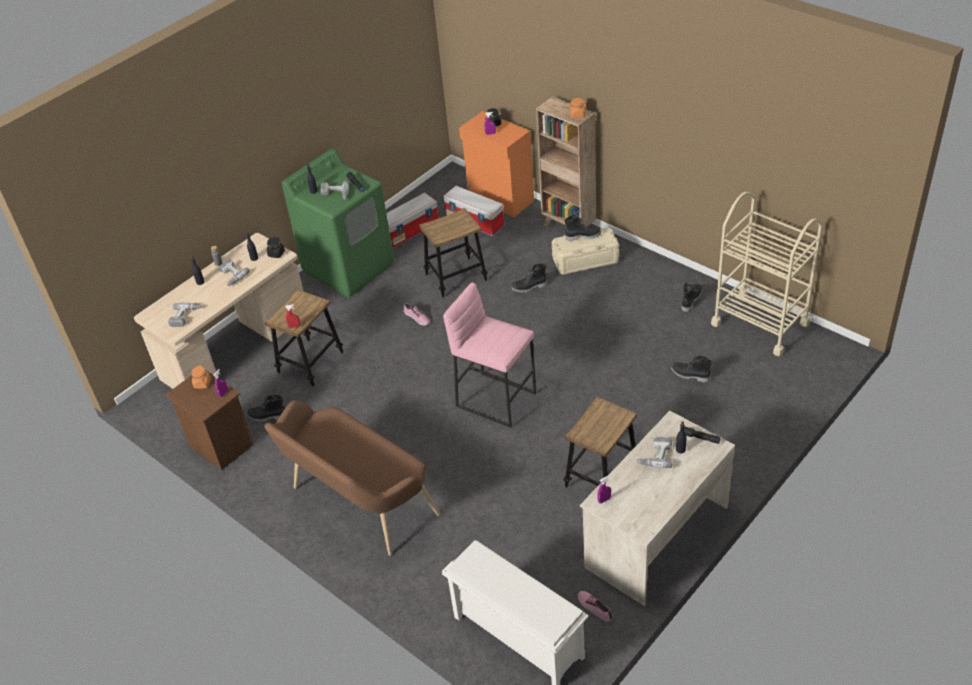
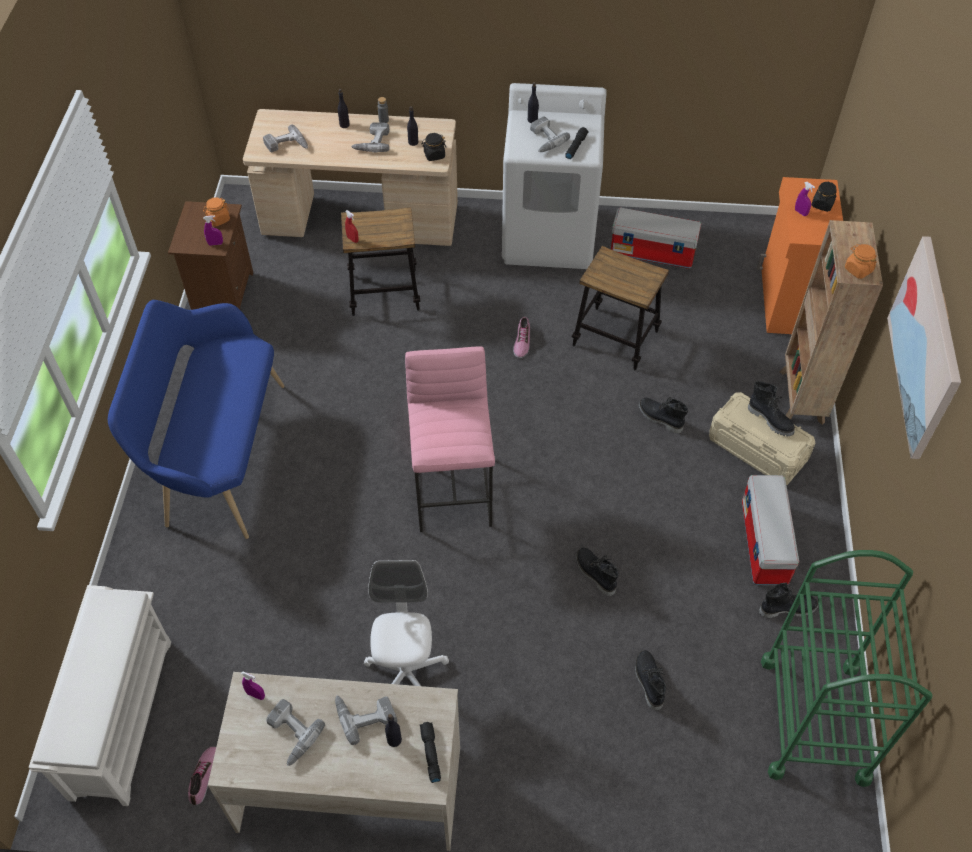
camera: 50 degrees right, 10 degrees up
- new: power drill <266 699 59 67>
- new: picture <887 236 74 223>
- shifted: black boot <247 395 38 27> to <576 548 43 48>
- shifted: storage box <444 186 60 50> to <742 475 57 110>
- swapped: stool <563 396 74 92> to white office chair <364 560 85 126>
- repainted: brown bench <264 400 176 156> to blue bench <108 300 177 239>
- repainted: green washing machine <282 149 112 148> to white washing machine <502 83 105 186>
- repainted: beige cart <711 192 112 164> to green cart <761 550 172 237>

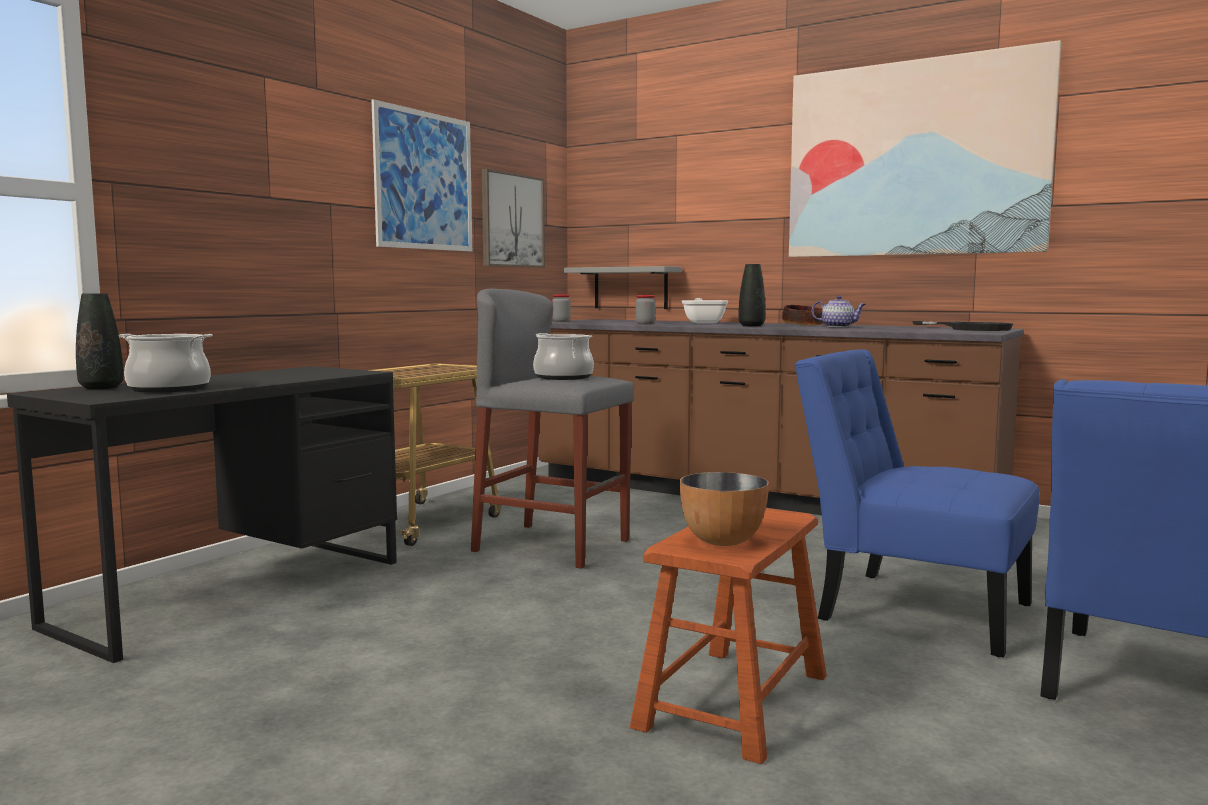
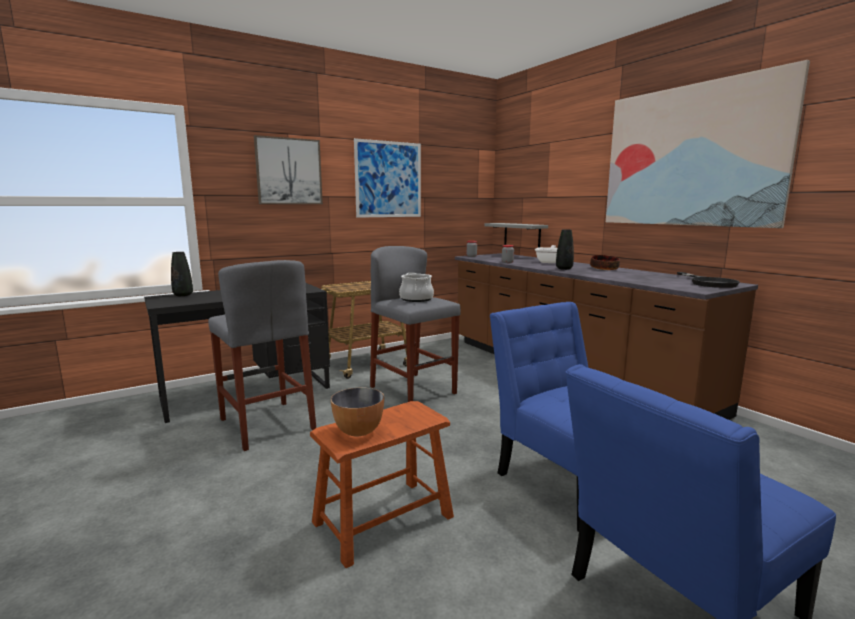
camera: 25 degrees right, 5 degrees up
- gone: cooking pot <118 334 94 59>
- gone: teapot <812 295 54 32>
- new: grey stool <208 260 108 191>
- shifted: picture <482 169 63 99> to <254 135 69 69>

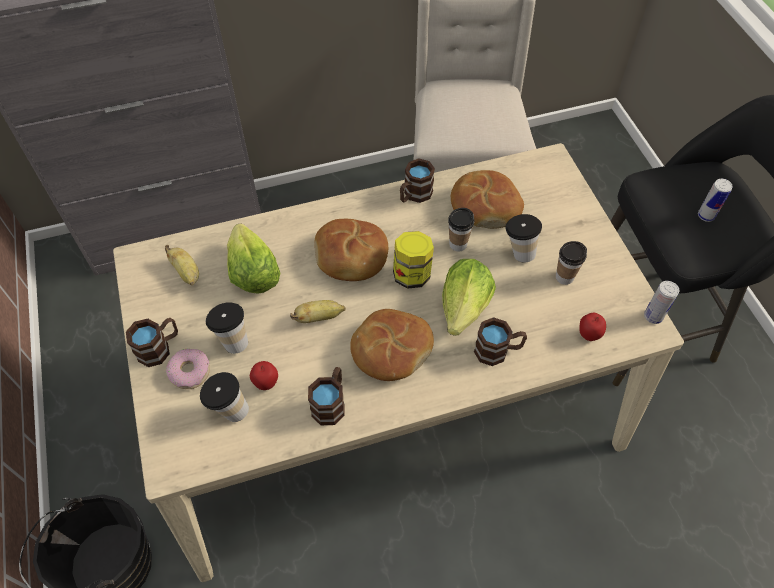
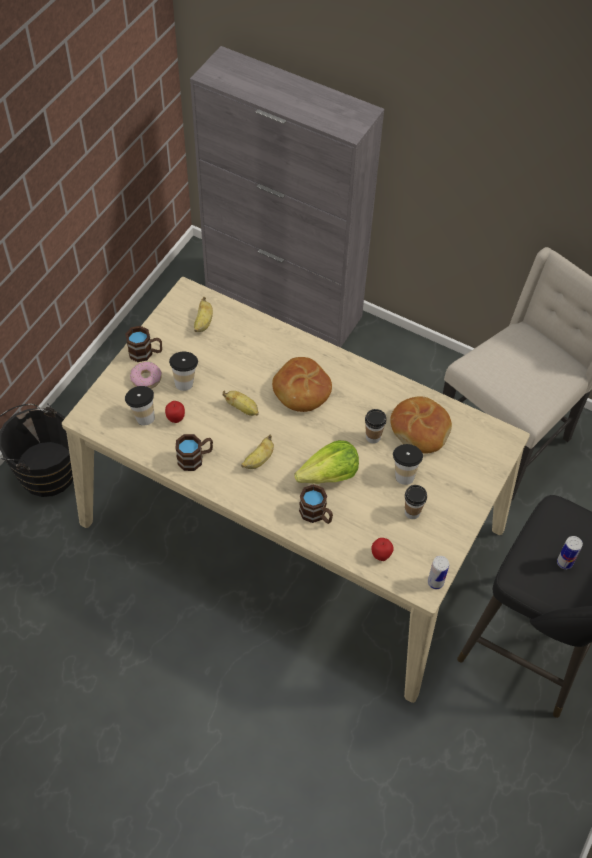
camera: 45 degrees right, 0 degrees up
- gone: lettuce <227 223 53 71>
- gone: jar <393 231 41 58>
- gone: brown mug <400 158 35 45>
- swapped: bread <350 309 84 72> to banana <241 435 33 34>

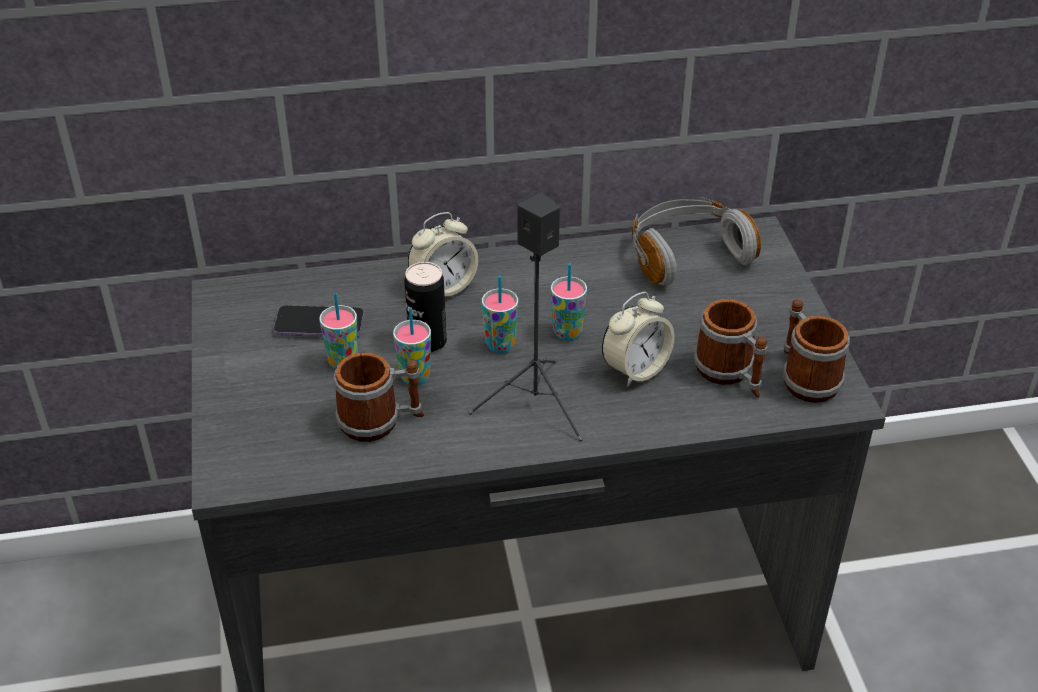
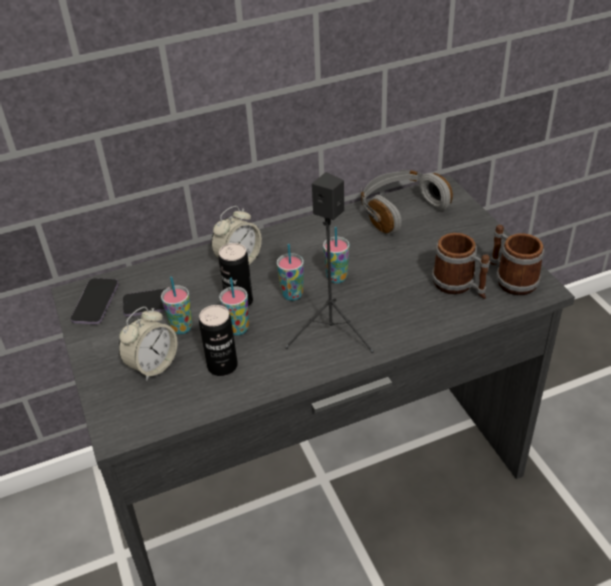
camera: 10 degrees left, 0 degrees up
- new: phone <70 278 49 46>
- shifted: alarm clock <602 291 72 96> to <118 306 60 75>
- swapped: mug <333 353 91 89> to can <199 305 39 71>

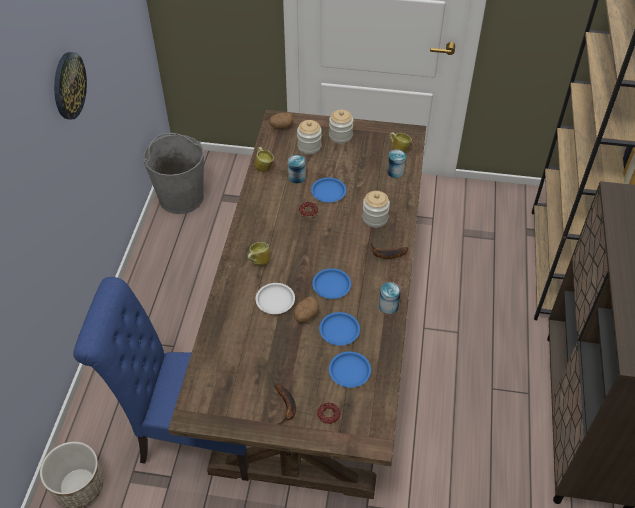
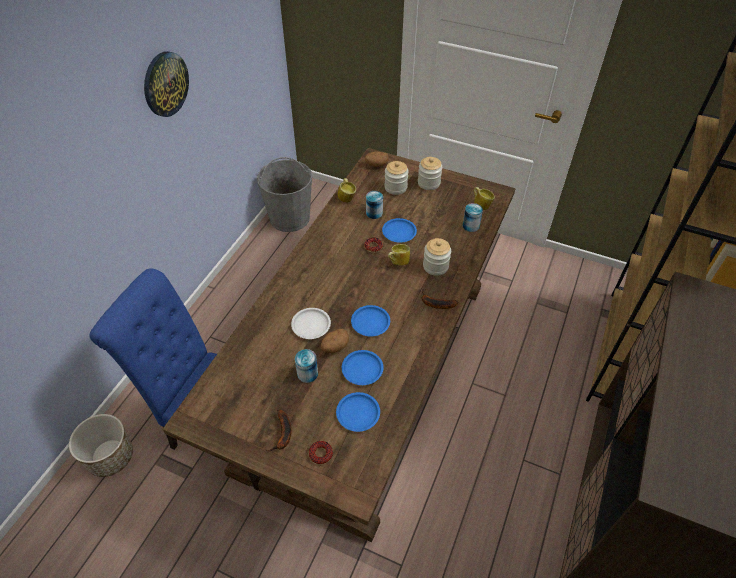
camera: 15 degrees right, 0 degrees up
- shifted: mug <248 242 22 23> to <388 244 22 22>
- shifted: can <379 282 22 32> to <295 349 23 34>

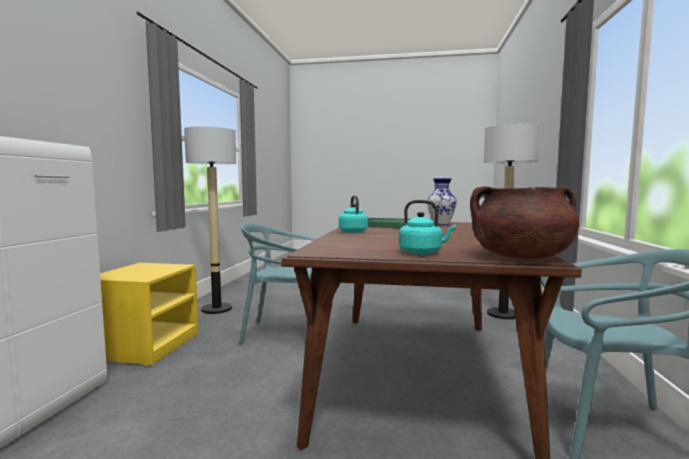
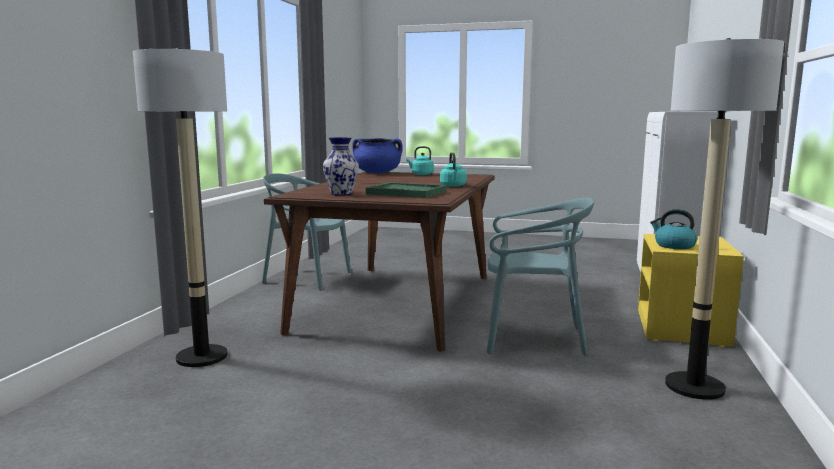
camera: 175 degrees left, 5 degrees up
- new: kettle <650 209 47 40>
- repainted: brown cooking pot <470 186 109 73> to blue cooking pot <352 138 51 35>

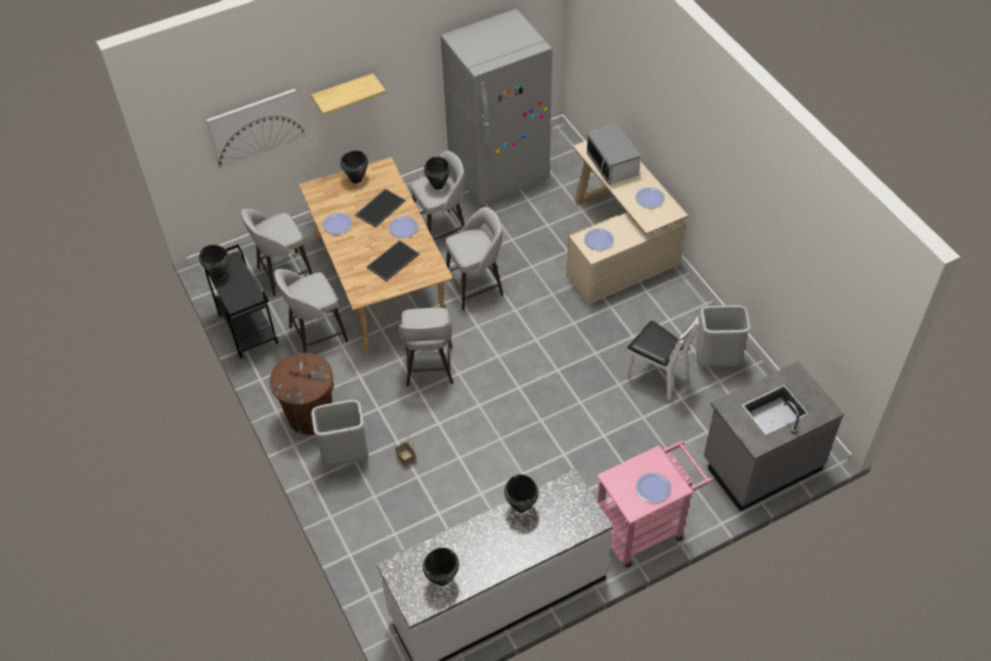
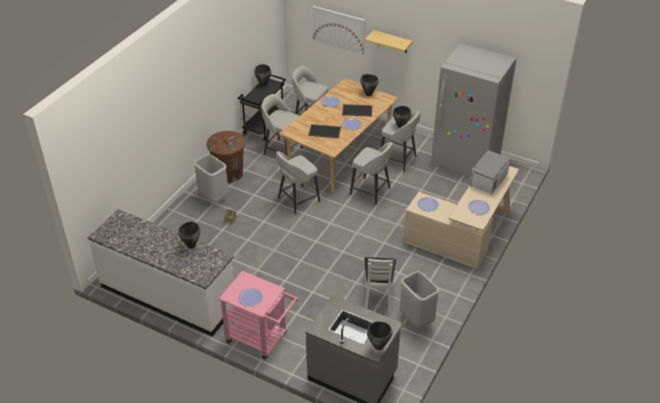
camera: 55 degrees right, 10 degrees down
- shifted: black cooking pot <423 547 36 39> to <367 321 26 29>

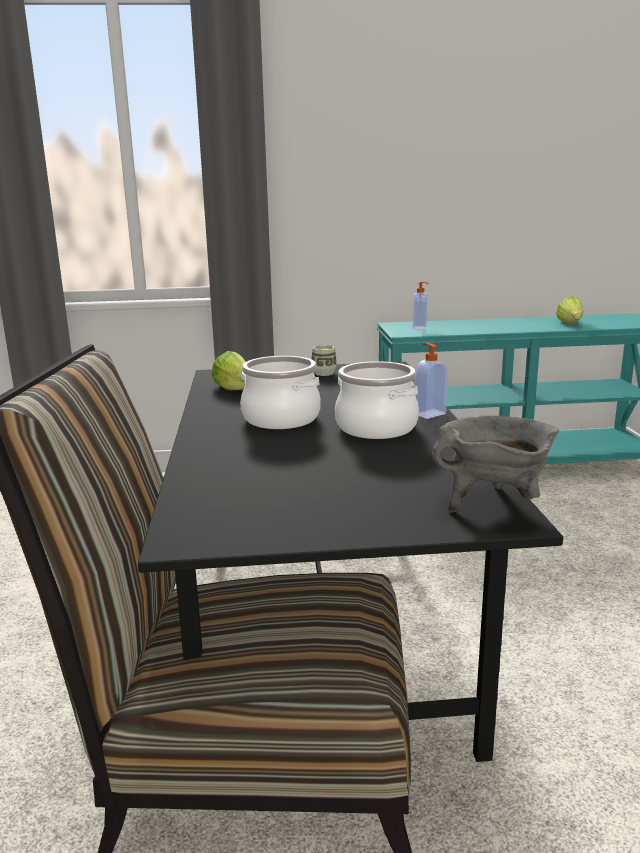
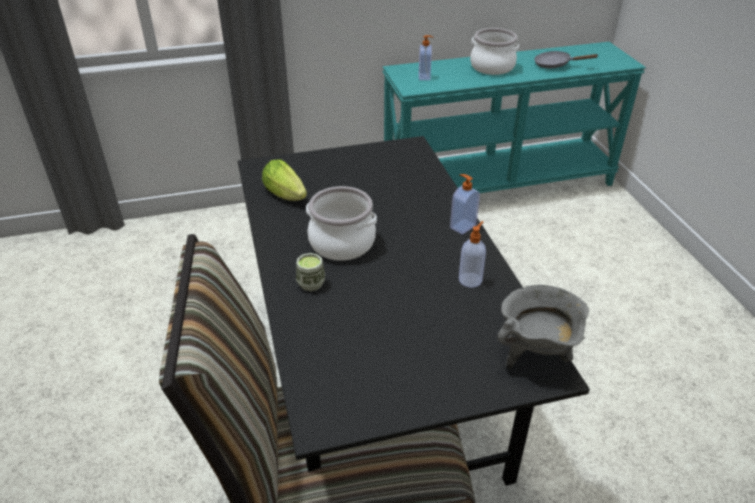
camera: 10 degrees left, 20 degrees up
- new: soap dispenser <459 221 27 66>
- shifted: cup <312 345 25 31> to <296 253 29 39>
- shifted: cooking pot <335 361 84 78> to <470 28 49 47>
- swapped: lettuce <556 296 28 28> to grey frying pan <534 51 65 17>

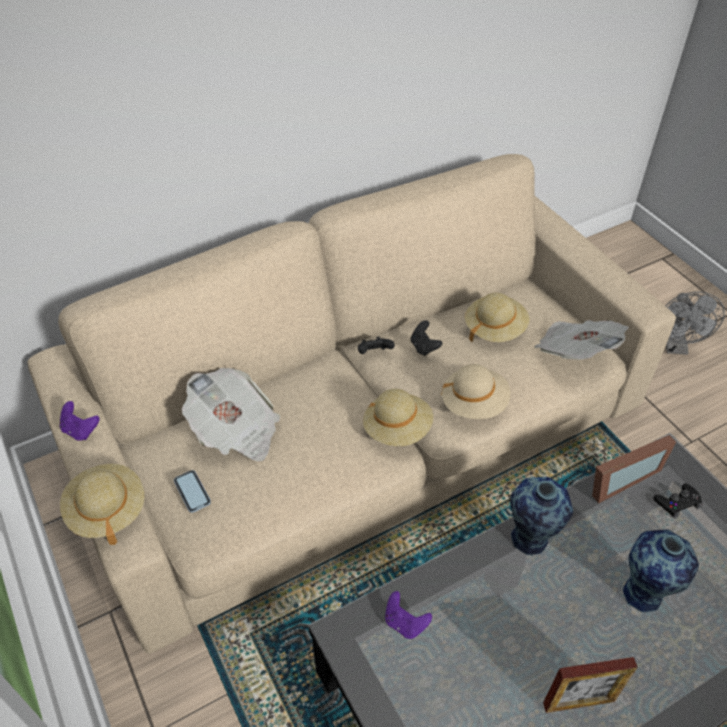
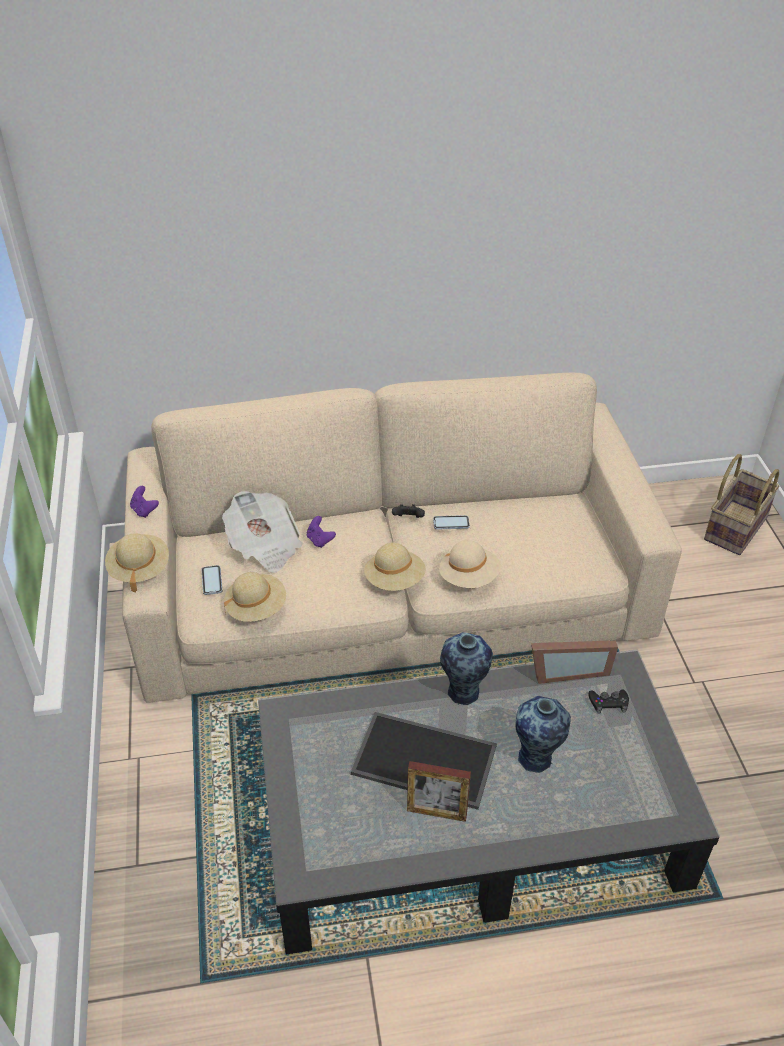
camera: 20 degrees right, 5 degrees down
- gone: newspaper <534 320 95 40>
- gone: grey fan <666 292 59 63>
- new: tray <351 712 146 98>
- new: basket <704 454 75 101>
- shifted: purple game controller <385 591 47 48> to <307 516 29 32>
- shifted: beige hat <465 293 65 49> to <224 572 62 50>
- swapped: black game controller <411 320 31 36> to phone <433 515 37 15>

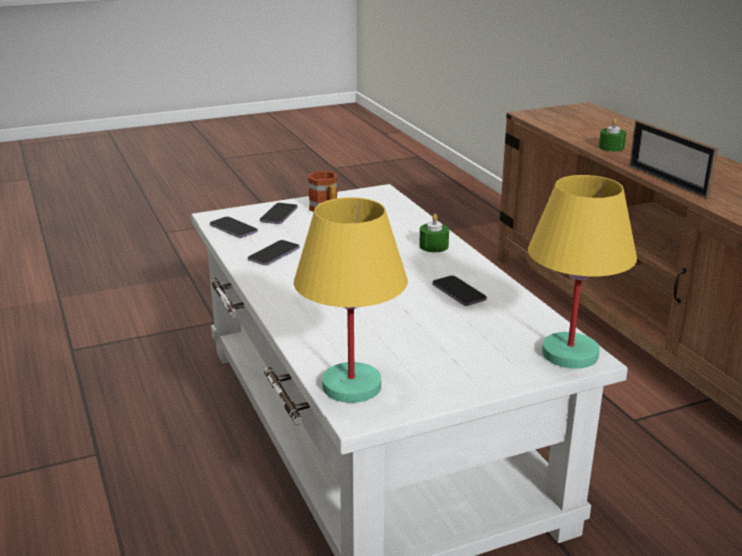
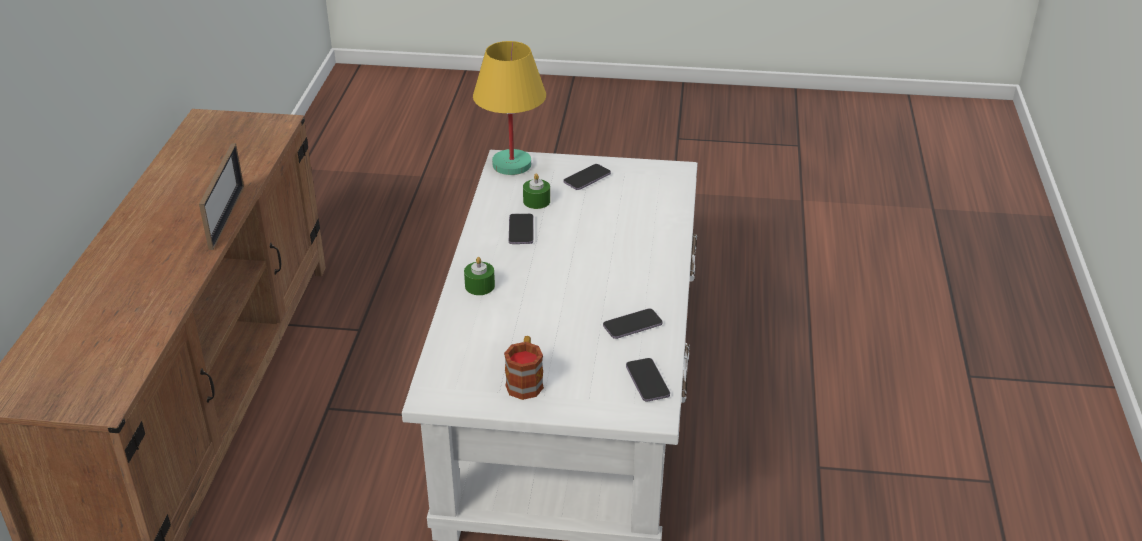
camera: 150 degrees left, 10 degrees up
- gone: yellow table lamp <294 197 114 206>
- shifted: phone <260 203 38 21> to <564 164 47 26>
- shifted: green candle <599 118 27 34> to <523 174 27 35>

